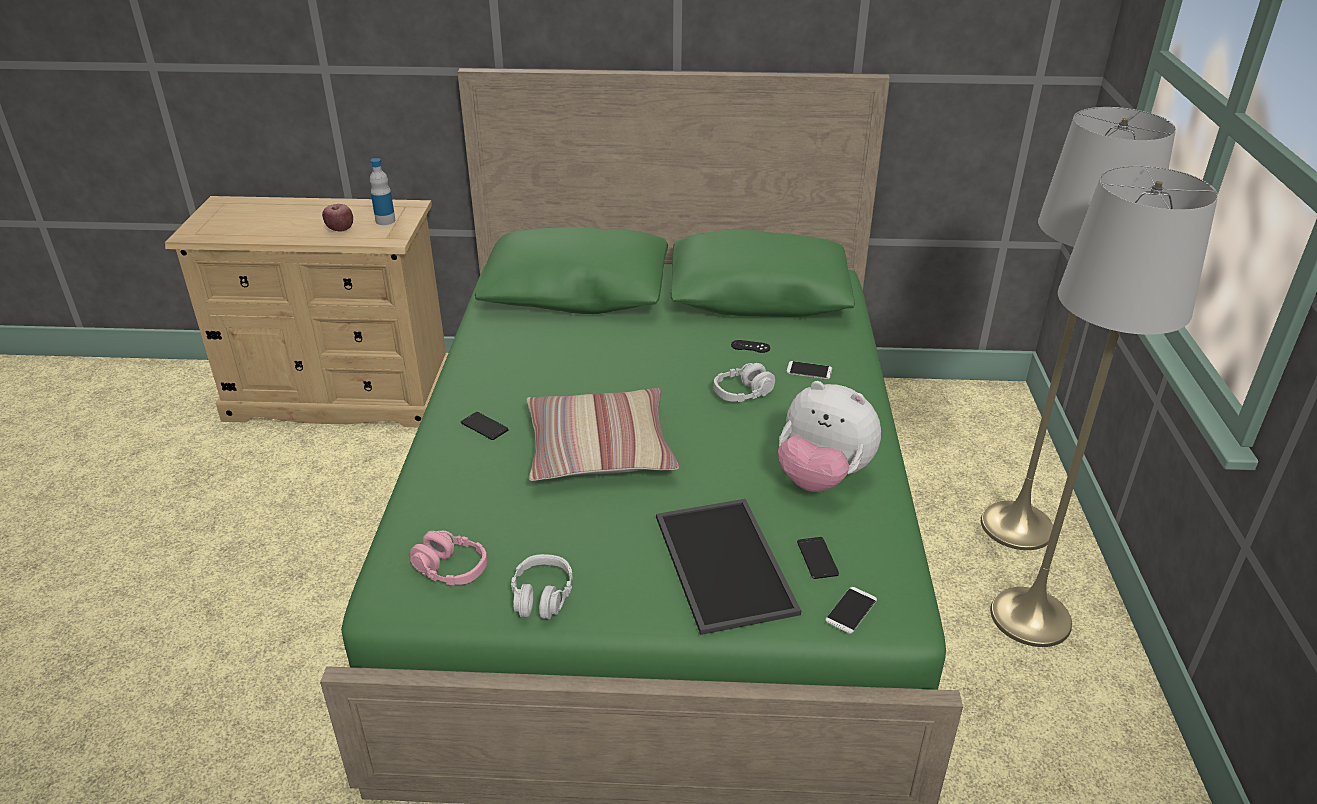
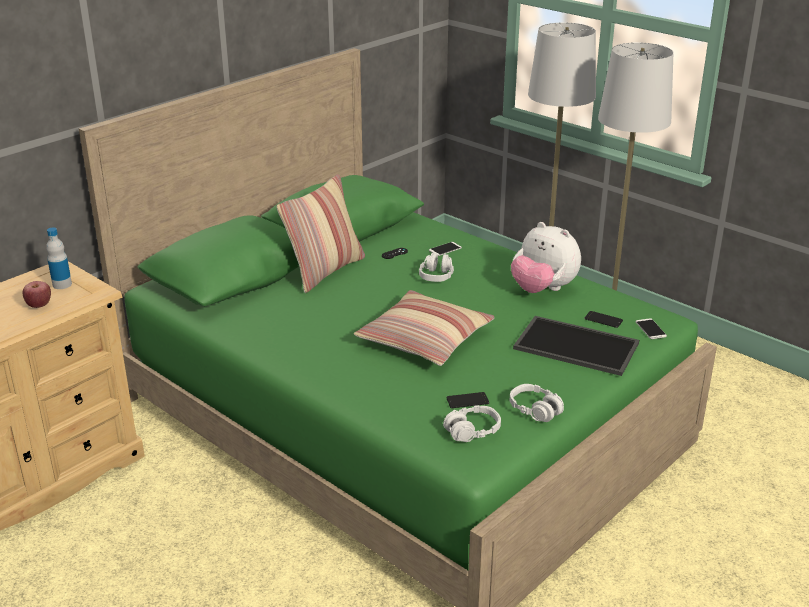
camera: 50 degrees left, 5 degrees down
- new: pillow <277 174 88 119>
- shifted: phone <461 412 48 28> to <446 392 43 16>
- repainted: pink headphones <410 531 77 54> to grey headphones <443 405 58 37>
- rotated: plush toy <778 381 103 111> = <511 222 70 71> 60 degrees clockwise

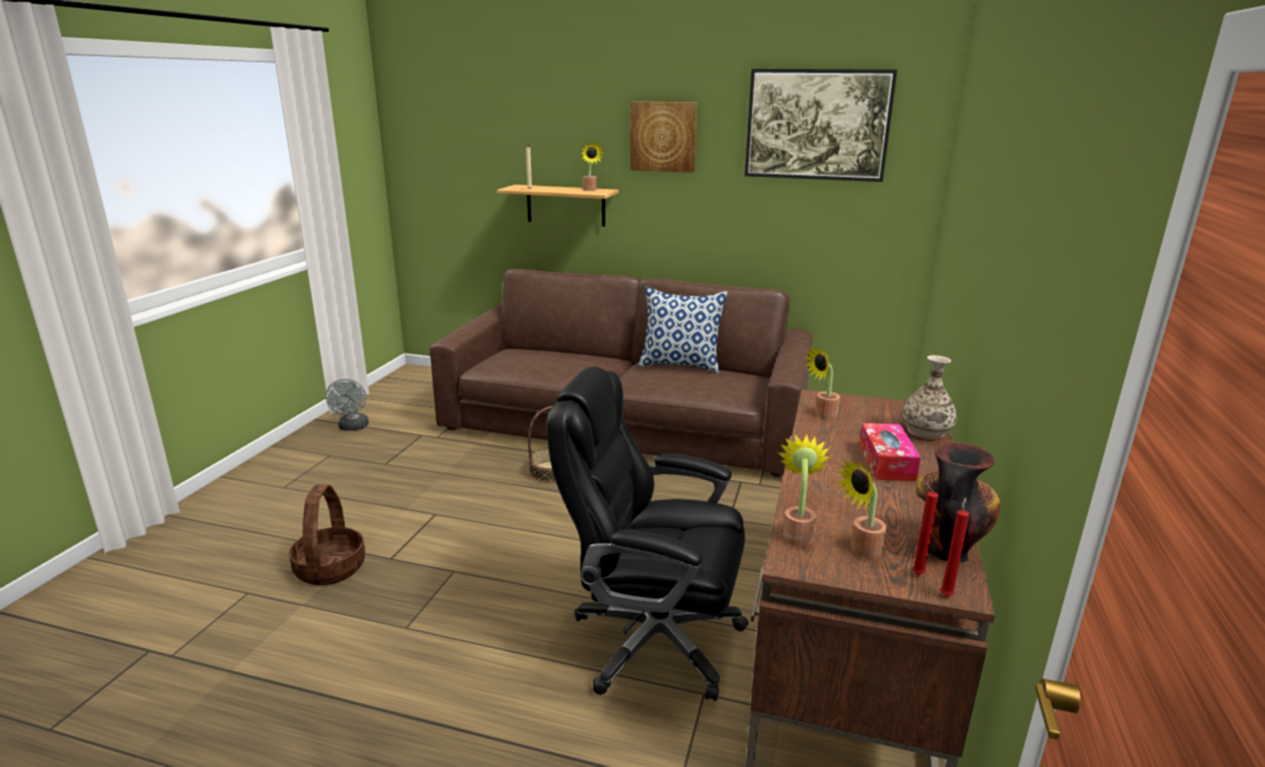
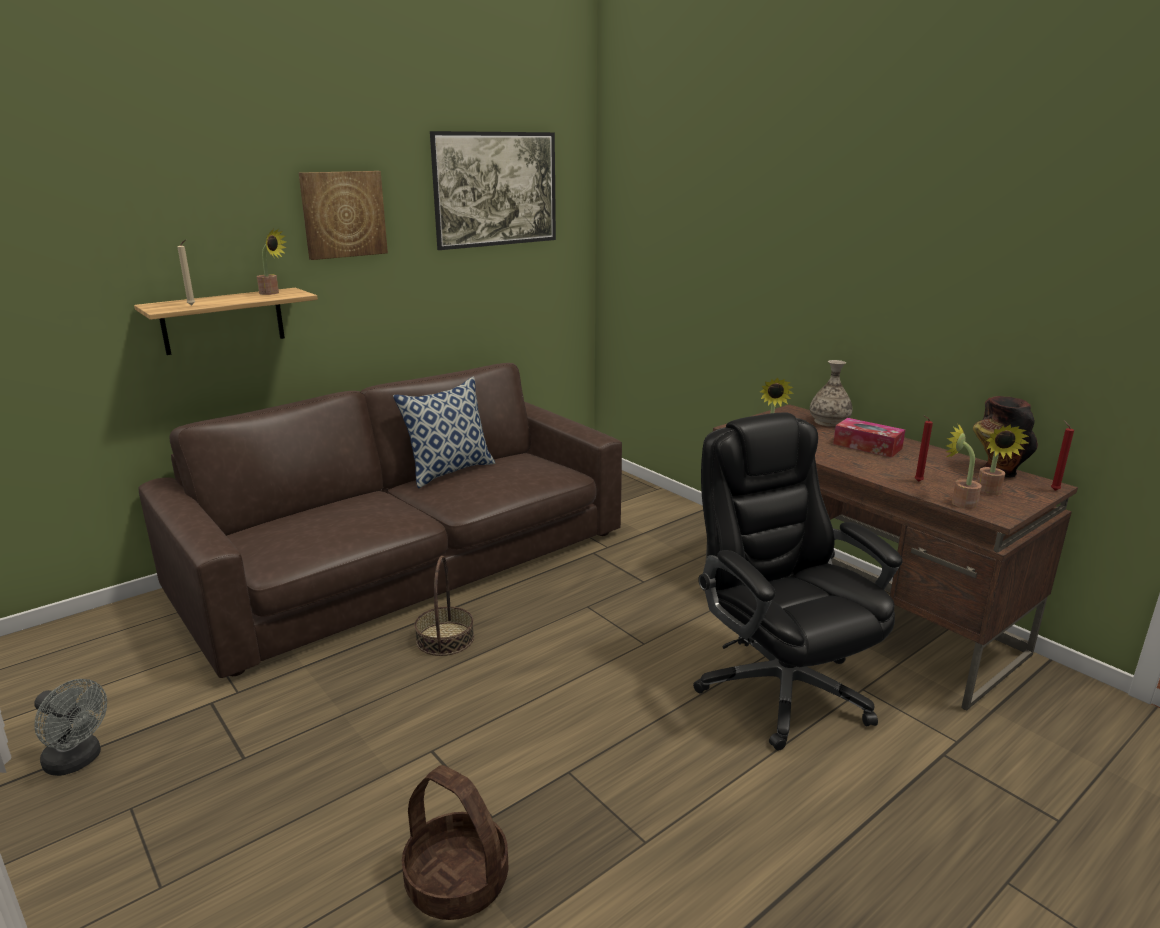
camera: 55 degrees left, 0 degrees up
- shifted: red candle <912 481 27 94> to <914 415 19 67>
- rotated: black office chair <547 367 202 334> = <693 412 210 339> 105 degrees clockwise

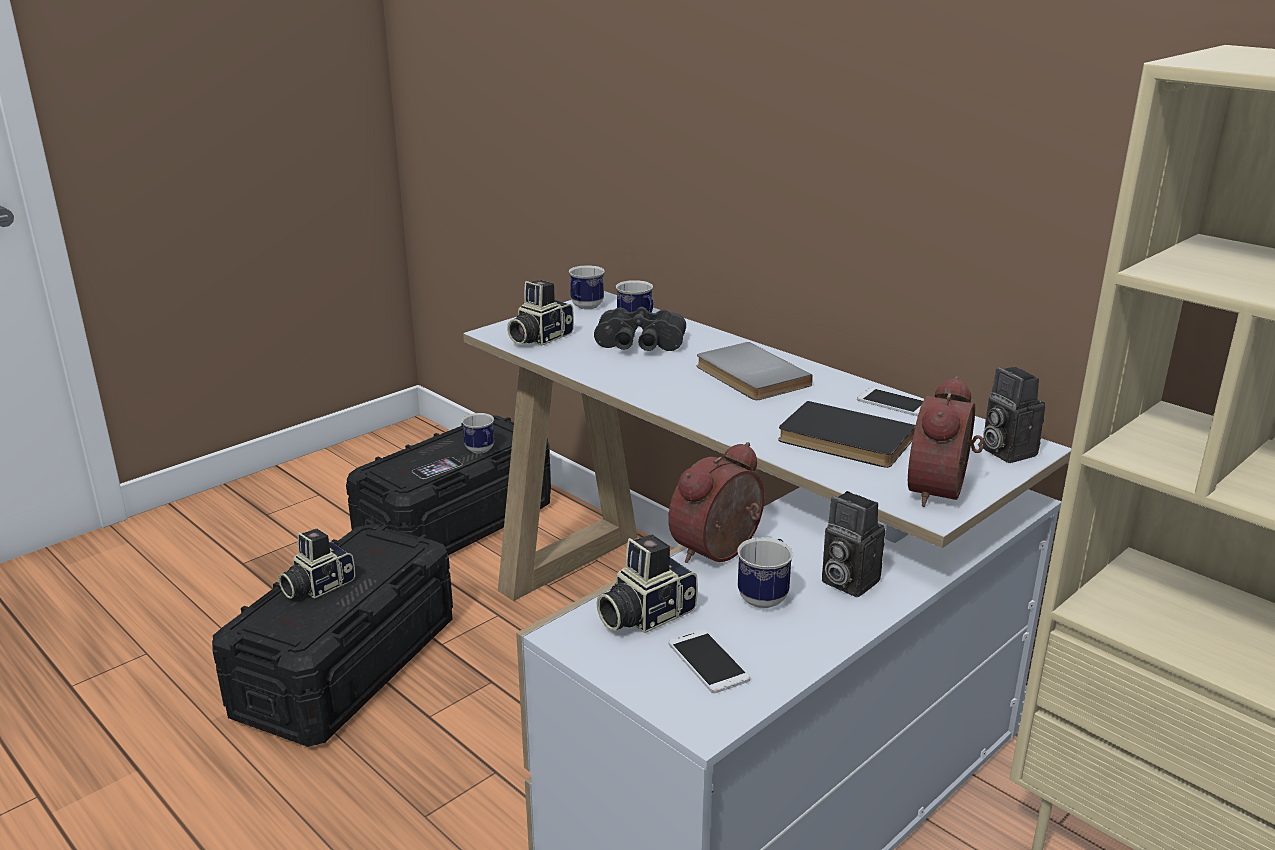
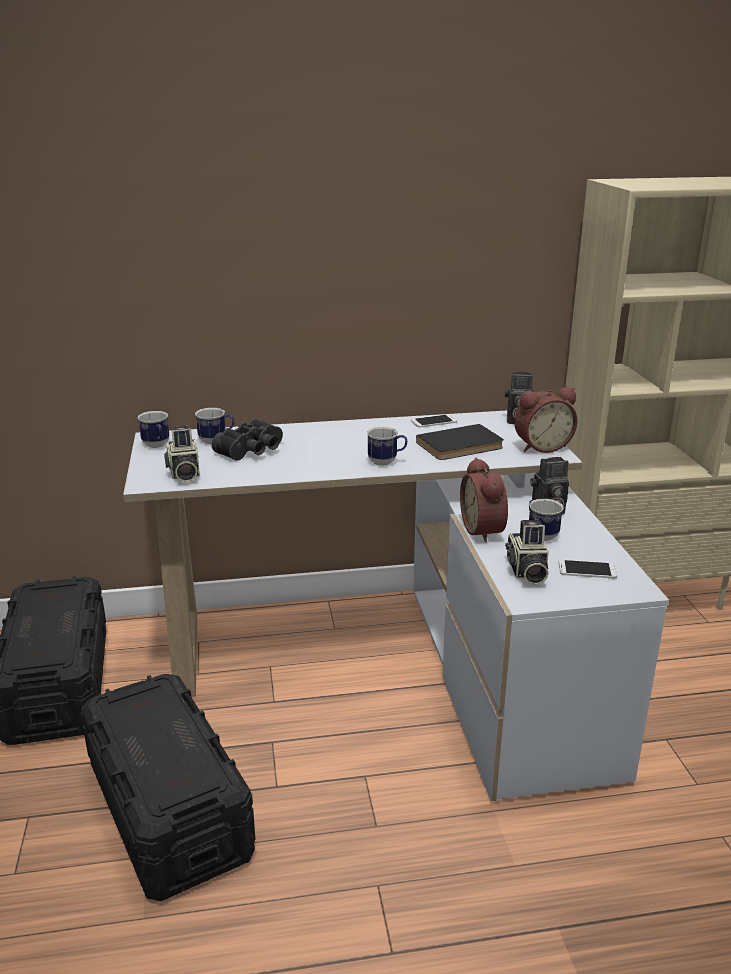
camera: 55 degrees left, 0 degrees up
- gone: photo camera <278 529 77 70>
- gone: phone <412 457 51 22>
- gone: grey book <697 342 116 58>
- shifted: mug <462 413 32 41> to <367 427 40 38>
- rotated: alarm clock <908 376 76 131> = <514 387 63 66> 75 degrees counterclockwise

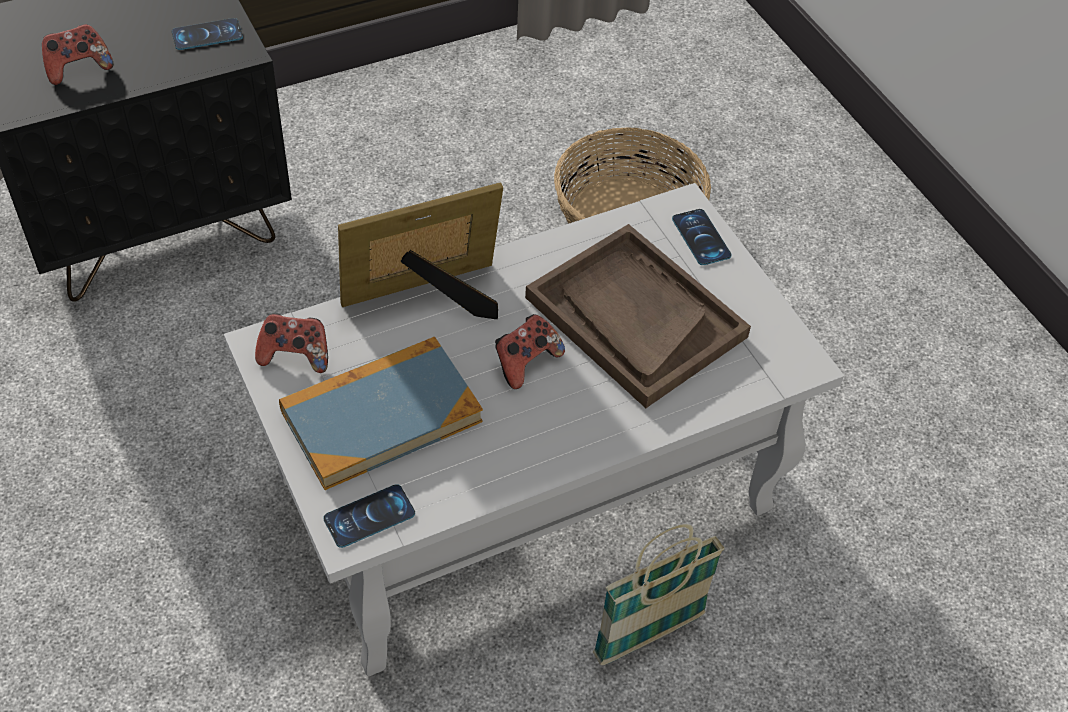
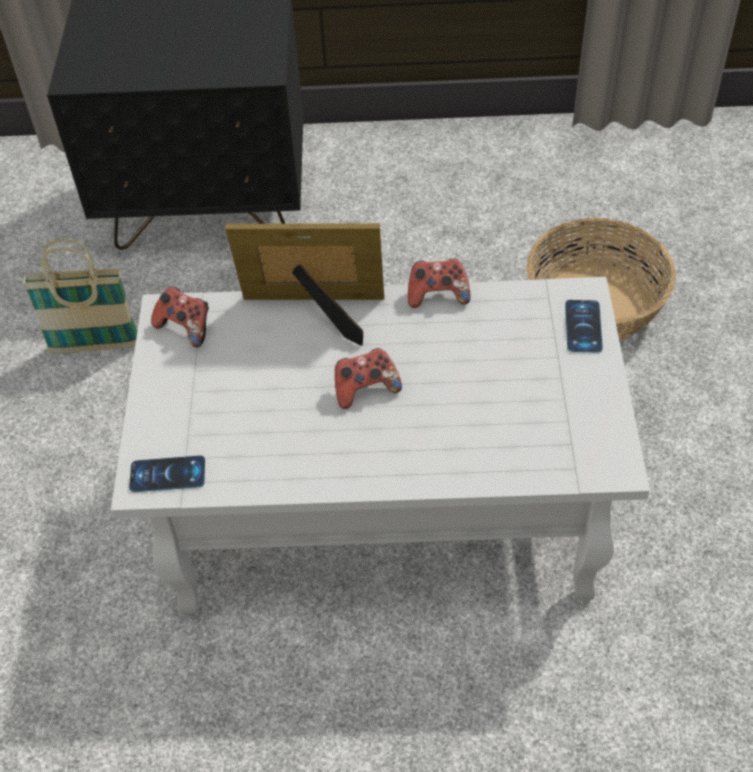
camera: 30 degrees right, 0 degrees up
- gone: phone <171 18 72 32>
- gone: book <279 337 204 153>
- gone: brown tray <525 224 226 184>
- shifted: game controller <42 24 71 61> to <408 259 63 49>
- shifted: basket <593 524 132 141> to <22 239 115 115>

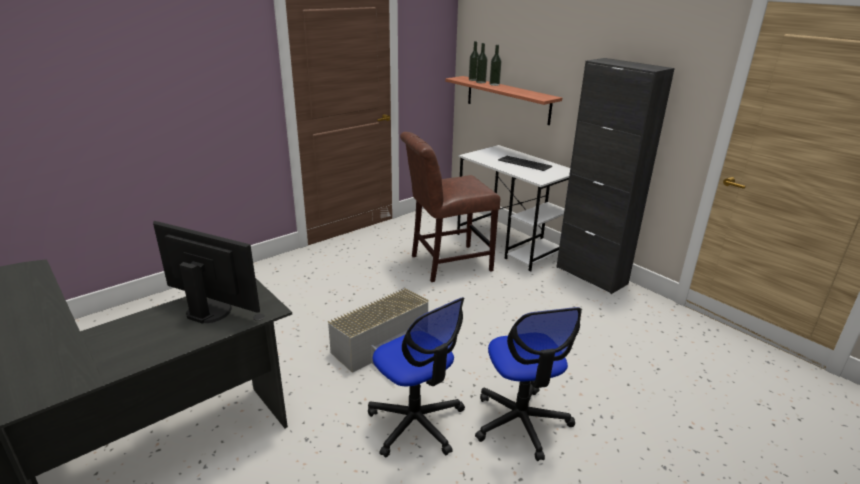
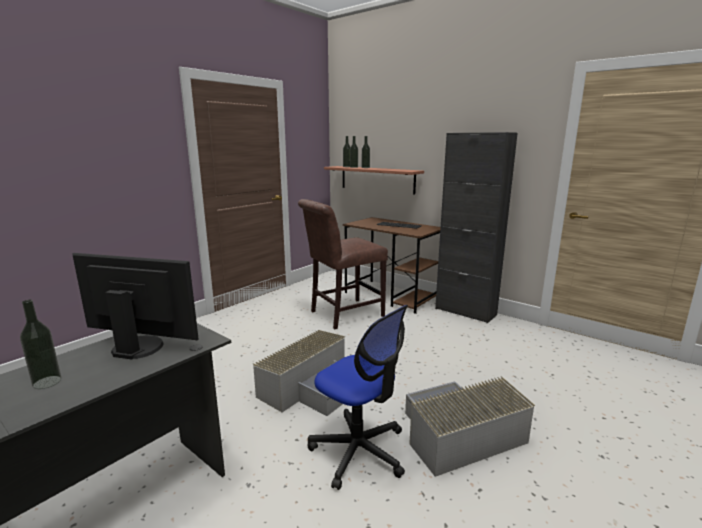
camera: 10 degrees left, 10 degrees down
- new: bottle <20 300 41 89>
- swapped: office chair <475 307 107 154> to grey storage box <405 376 130 101>
- repainted: white desk <457 145 113 127> to brown desk <343 217 98 97>

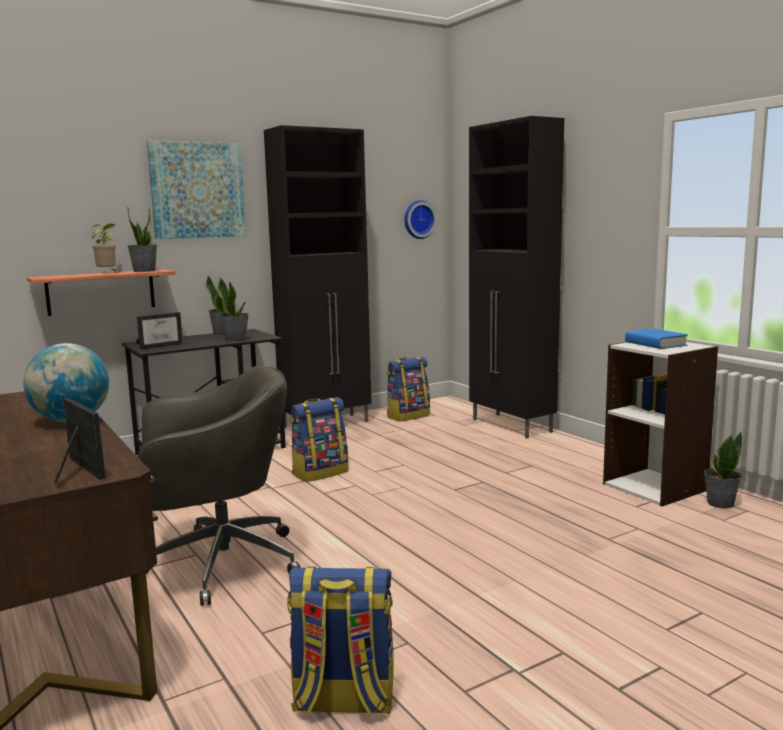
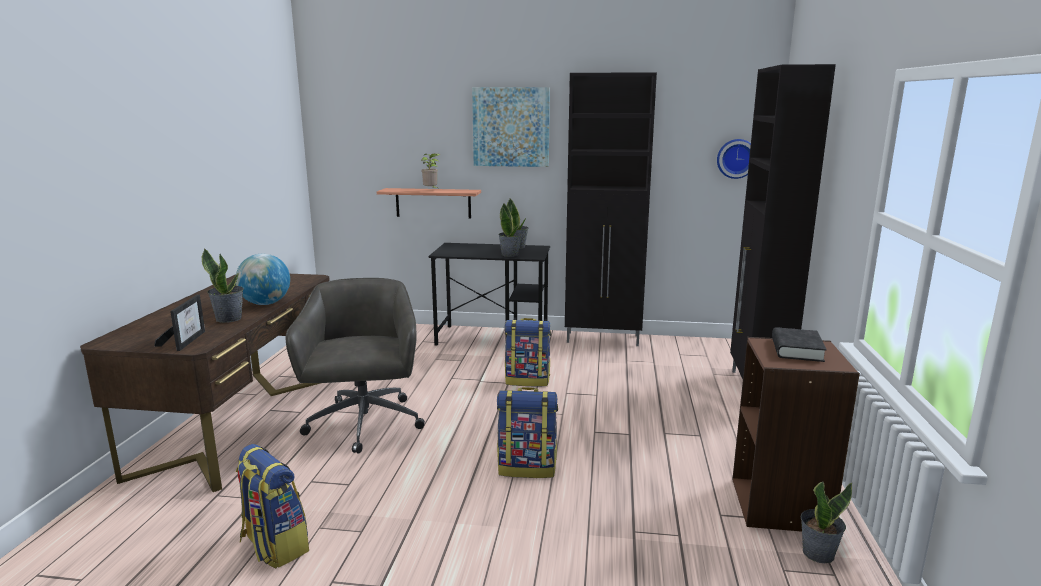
camera: 40 degrees right, 5 degrees up
- gone: picture frame <136 312 47 37>
- shifted: potted plant <127 207 30 65> to <202 248 42 75>
- shifted: backpack <387 356 43 66> to <497 387 61 91>
- repainted: white bookcase <603 342 115 165> to brown bookcase <732 337 128 195>
- repainted: blue book <625 328 63 21> to black book <772 327 55 35>
- rotated: grey office chair <137 366 164 240> = <286 278 139 176> 120 degrees counterclockwise

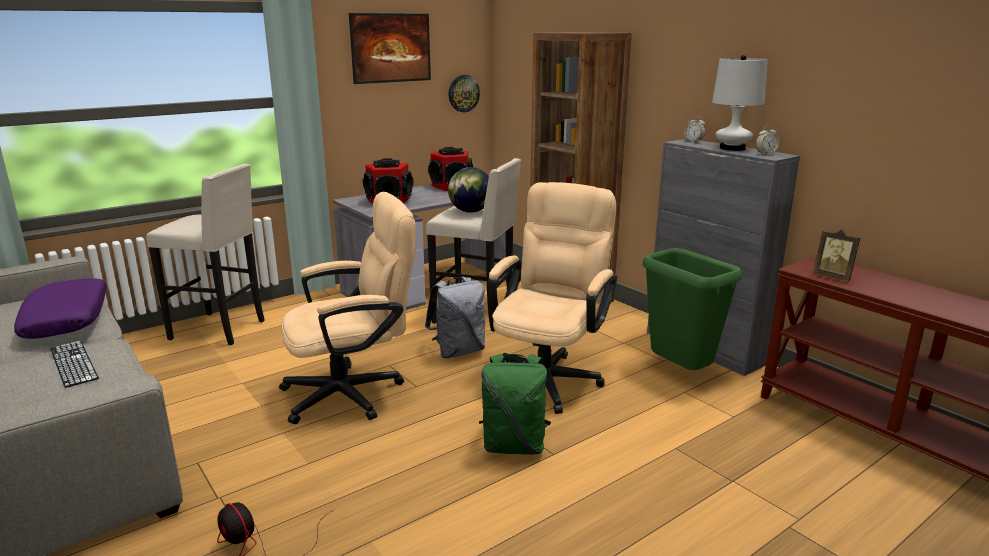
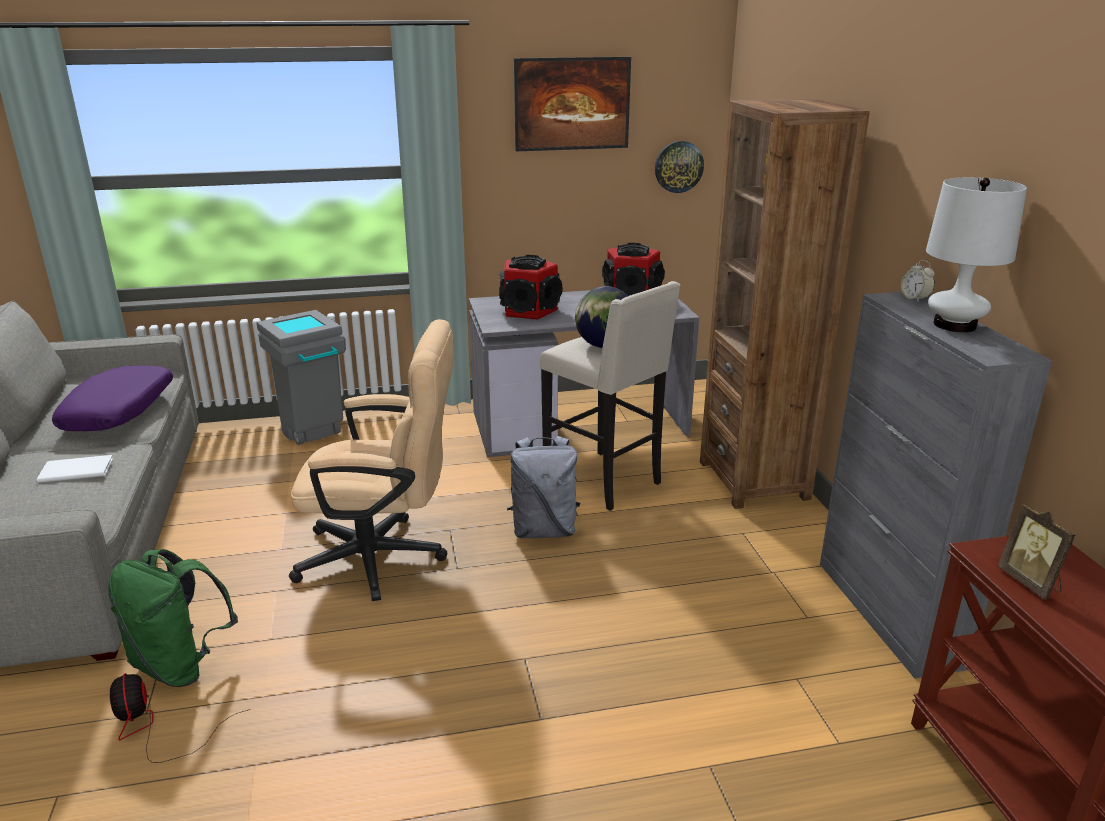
camera: 25 degrees right, 5 degrees up
- gone: beige office chair <488 182 129 232>
- gone: green trash can <643 248 99 122>
- gone: alarm clock <756 126 24 28>
- shifted: green backpack <479 354 72 101> to <108 549 130 138>
- swapped: keyboard <51 341 48 47> to white book <37 455 76 28>
- swapped: beige stool <146 164 119 181> to grey trash can <257 310 89 135>

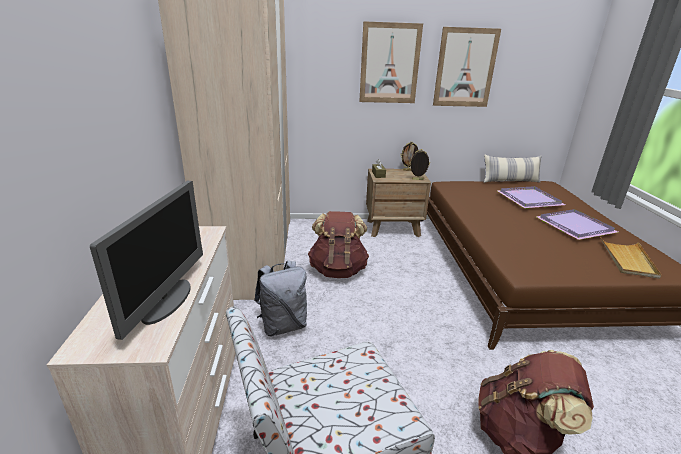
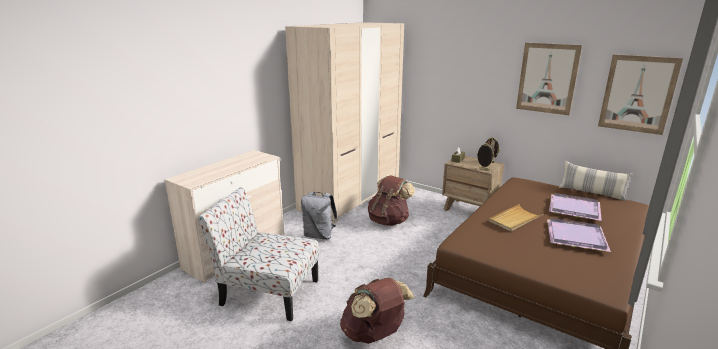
camera: 40 degrees right, 5 degrees down
- gone: monitor <90 181 113 159>
- shifted: picture <359 21 64 82> to <598 54 85 81>
- shifted: beige tray <600 237 61 42> to <489 204 54 27>

